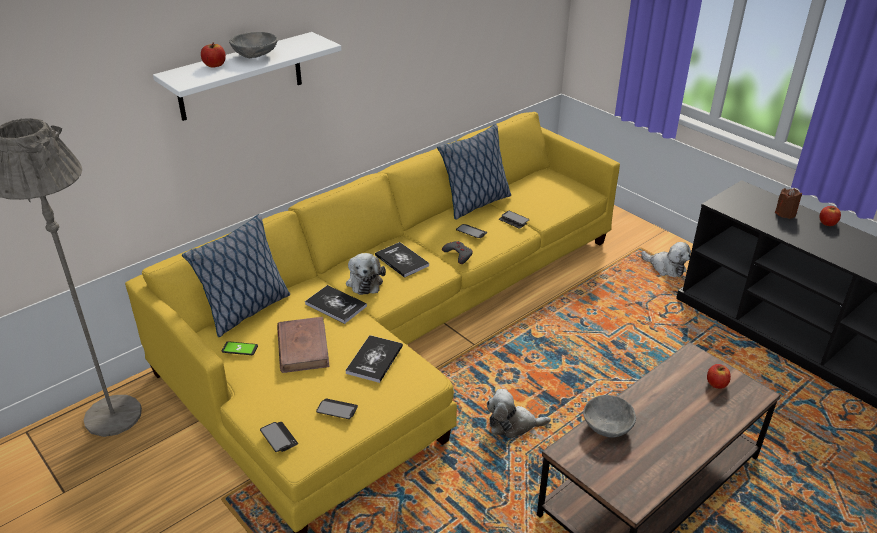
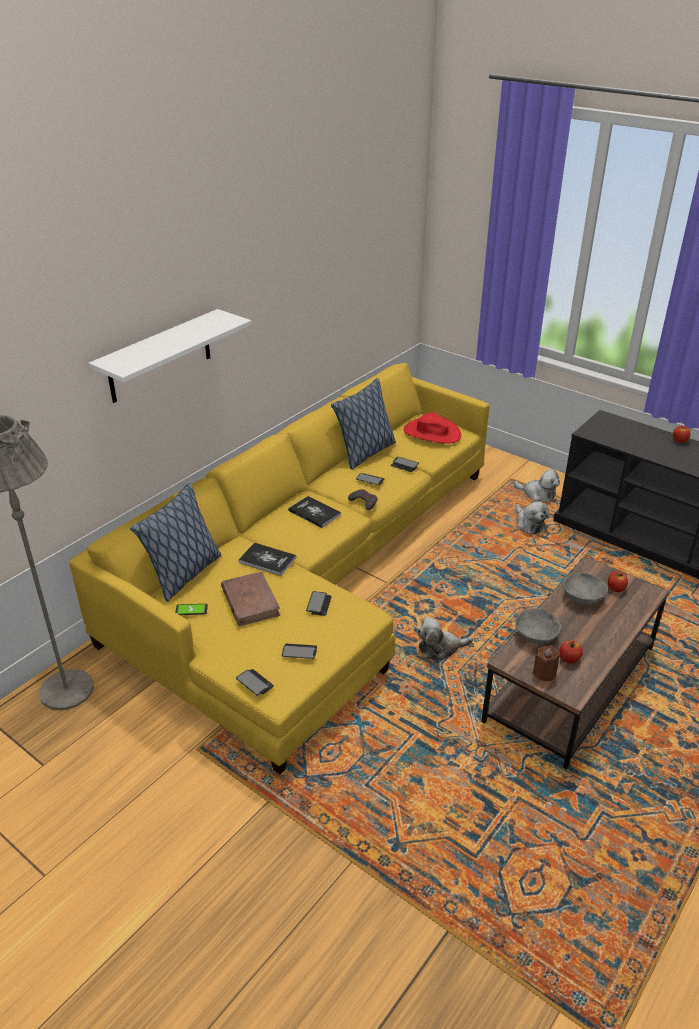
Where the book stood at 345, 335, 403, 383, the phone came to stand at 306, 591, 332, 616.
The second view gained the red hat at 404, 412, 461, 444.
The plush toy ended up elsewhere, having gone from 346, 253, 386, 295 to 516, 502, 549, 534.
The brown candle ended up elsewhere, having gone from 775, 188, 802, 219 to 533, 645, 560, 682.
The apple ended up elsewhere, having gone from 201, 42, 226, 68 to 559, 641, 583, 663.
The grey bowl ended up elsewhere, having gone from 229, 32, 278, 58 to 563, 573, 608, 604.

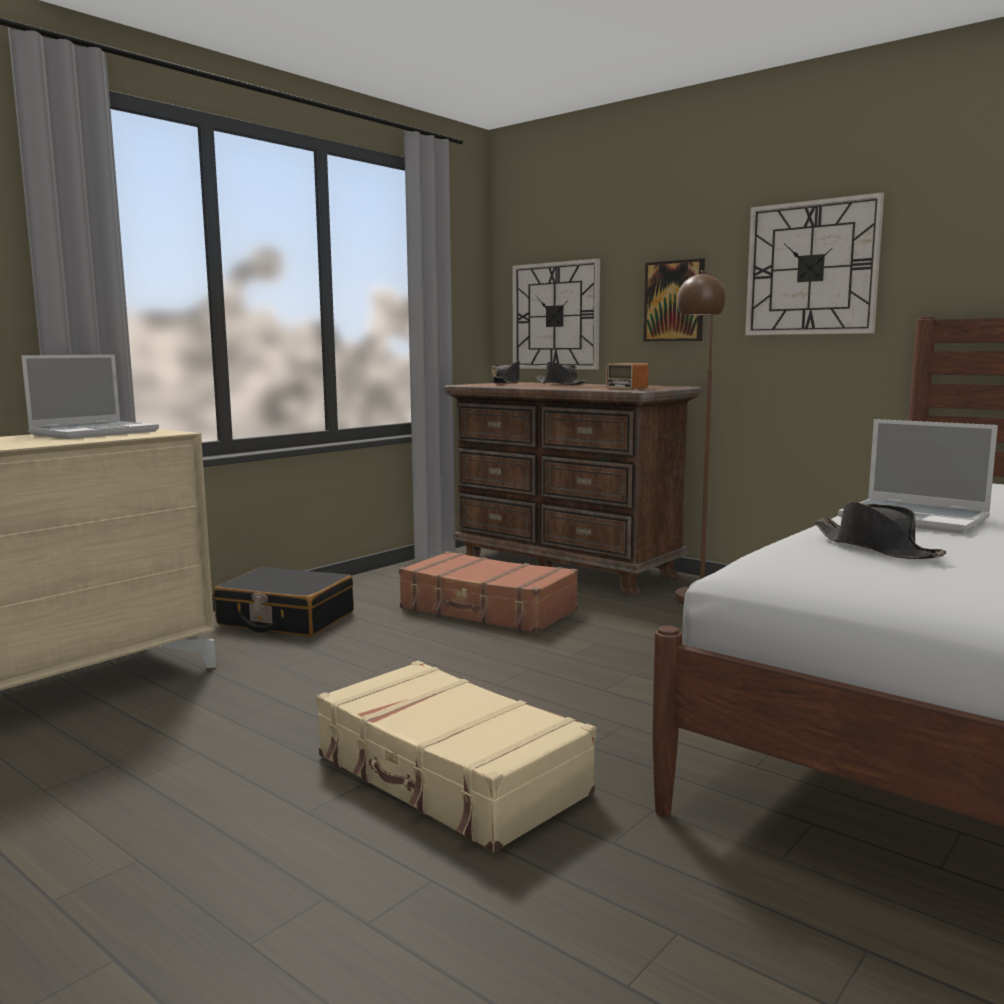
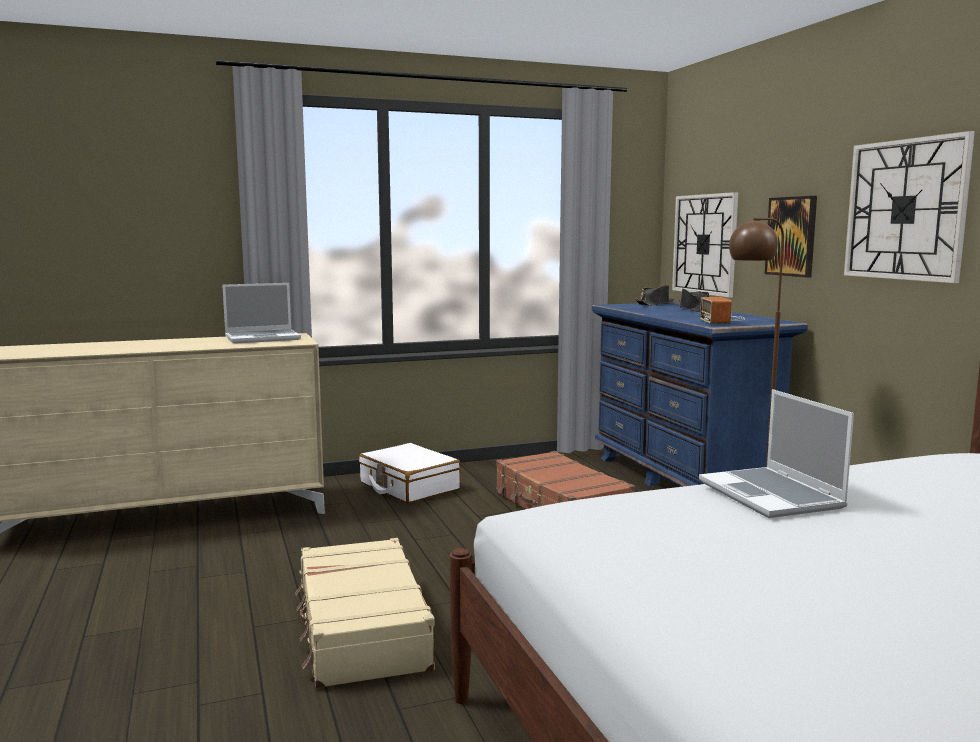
What was the black suitcase at 213, 566, 354, 637 turned into the white suitcase at 359, 443, 461, 503.
What was the brown dresser at 444, 382, 702, 595 turned into the blue dresser at 592, 303, 808, 487.
The second view lost the black hat at 814, 502, 946, 559.

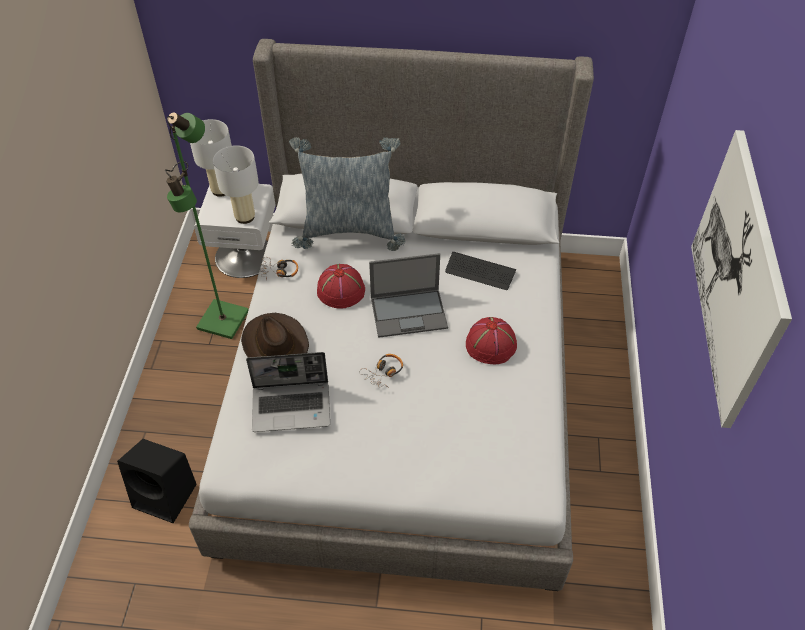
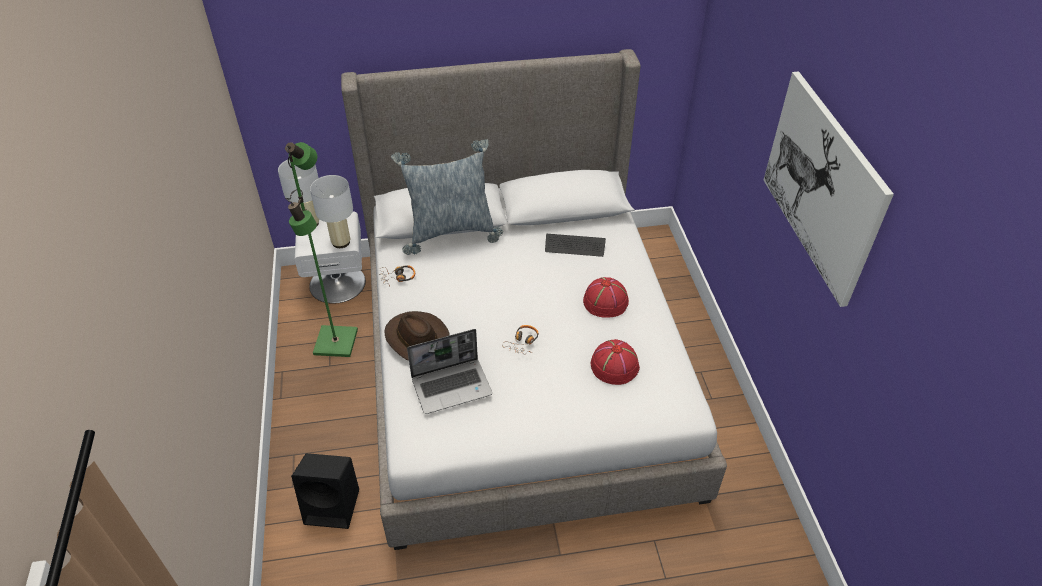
The red hat ended up elsewhere, having gone from 317, 264, 365, 309 to 591, 339, 640, 385.
The second view lost the laptop at 369, 253, 448, 338.

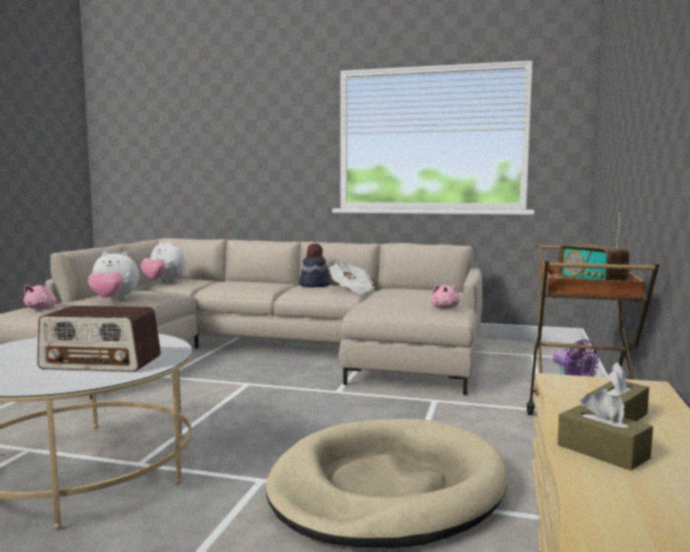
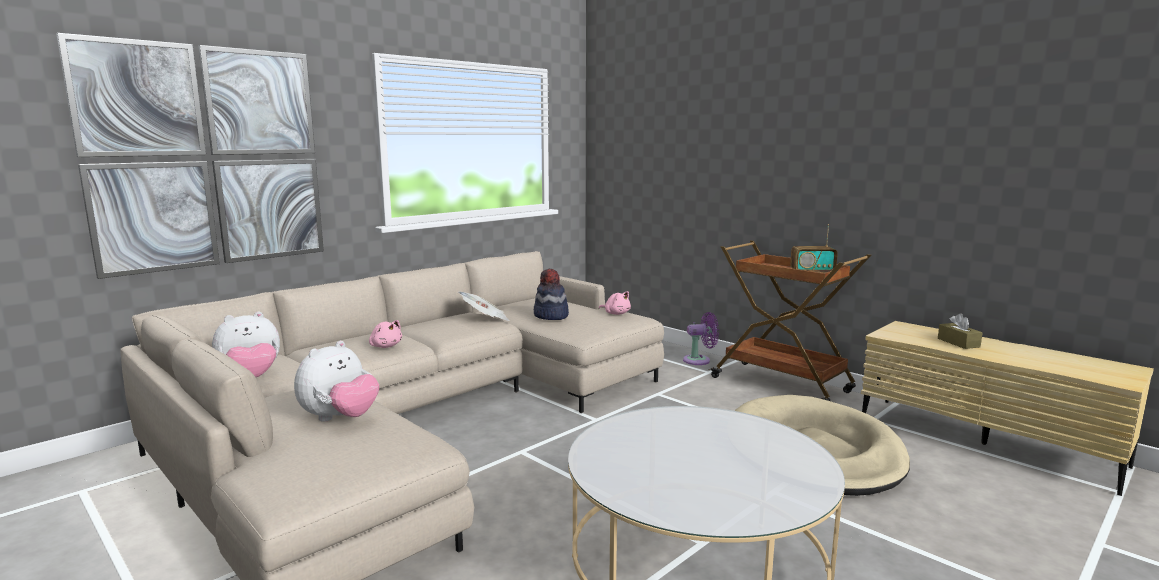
The second view gained the picture at 56, 33, 324, 279.
The pink plush toy ended up elsewhere, having gone from 24, 284, 57, 309 to 369, 320, 402, 348.
The hat ended up elsewhere, having gone from 299, 243, 330, 287 to 534, 269, 569, 320.
The second view lost the radio at 37, 306, 161, 372.
The second view lost the brown tissue box at 558, 389, 653, 470.

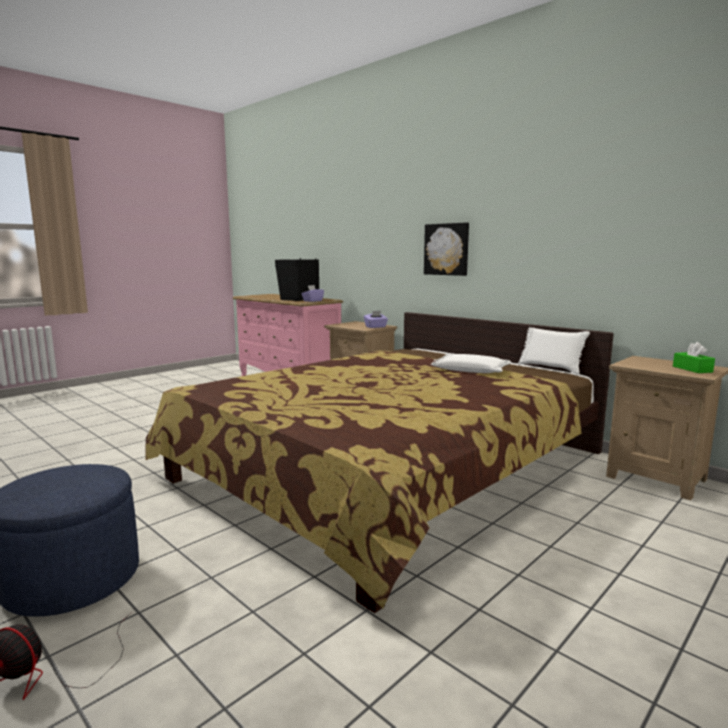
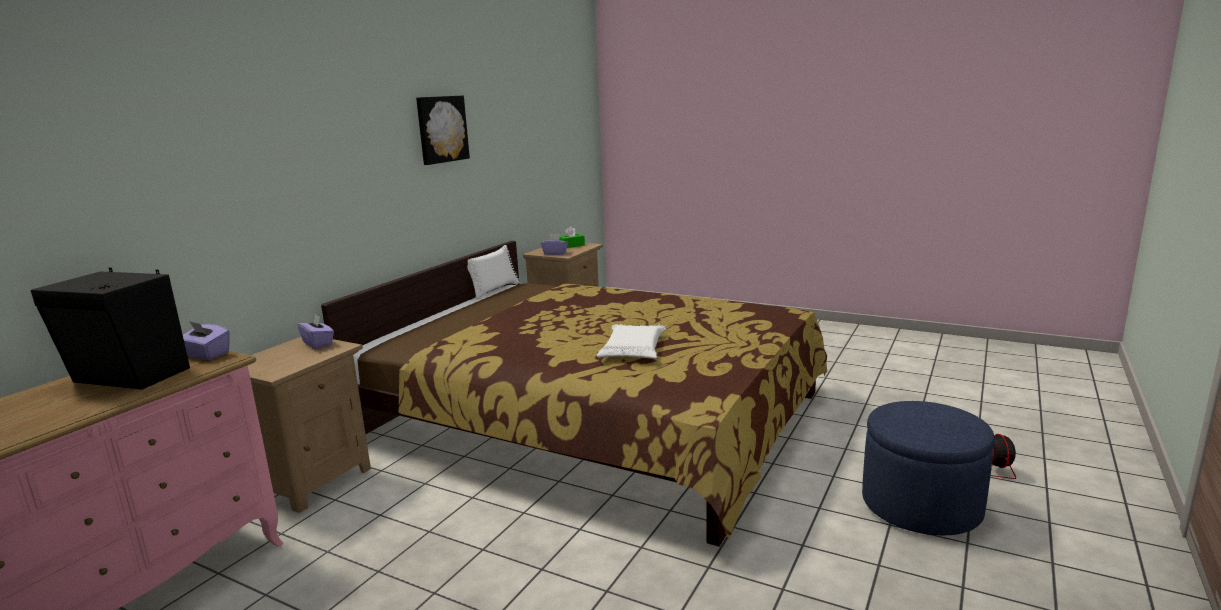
The picture ended up elsewhere, having gone from 424, 223, 469, 276 to 416, 96, 470, 165.
The second view gained the purple tissue box at 541, 234, 568, 255.
The white pillow ended up elsewhere, having gone from 431, 354, 512, 373 to 596, 324, 666, 359.

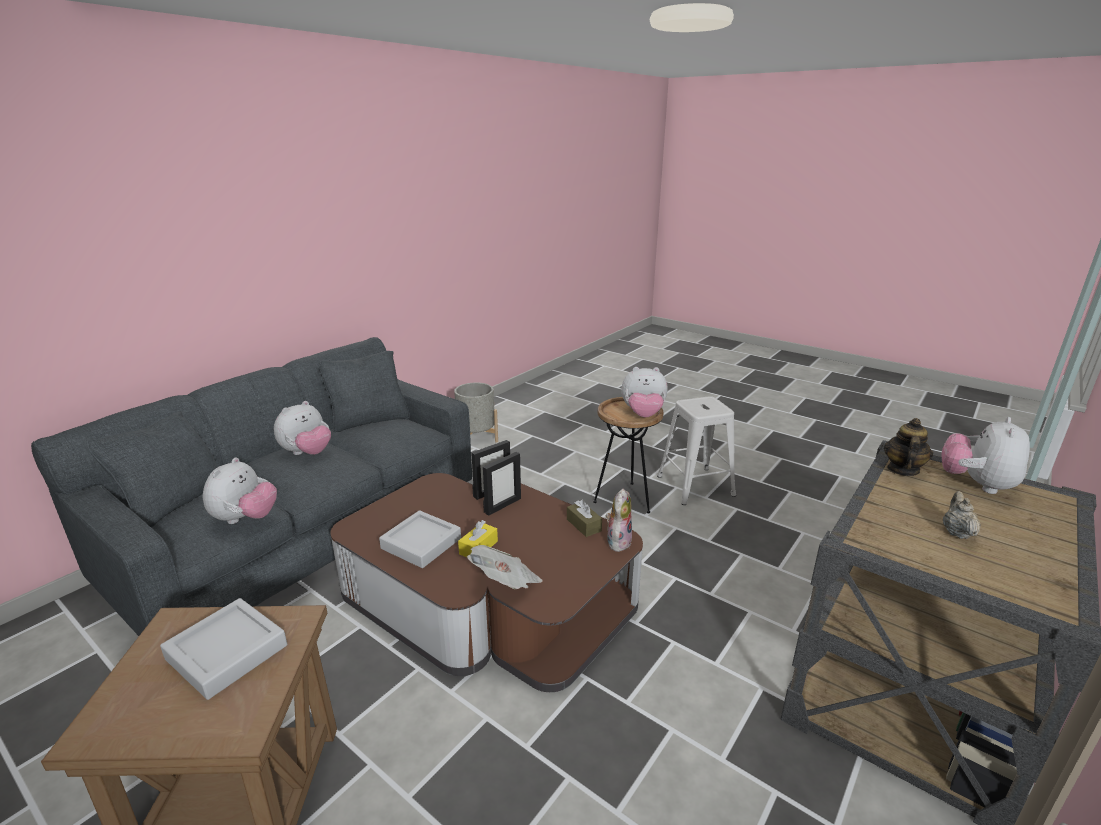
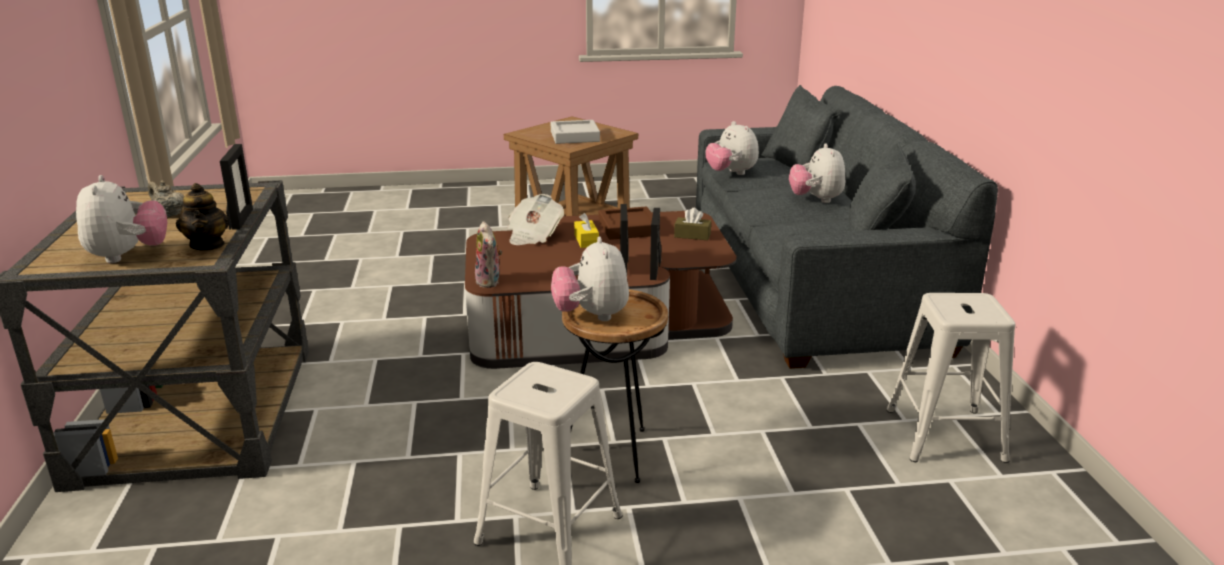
The beige teapot at 943, 491, 981, 539 ended up facing another way, 150 degrees clockwise from before.
The second view gained the picture frame at 220, 144, 253, 230.
The plush toy at 621, 367, 668, 418 ended up facing another way, 60 degrees counterclockwise from before.
What was the grey tray at 379, 510, 461, 568 turned into the brown tray at 599, 207, 653, 240.
The brown tissue box ended up elsewhere, having gone from 567, 500, 602, 537 to 674, 208, 711, 240.
Where the grey planter stood at 454, 383, 498, 443, the white stool came to stand at 886, 293, 1015, 463.

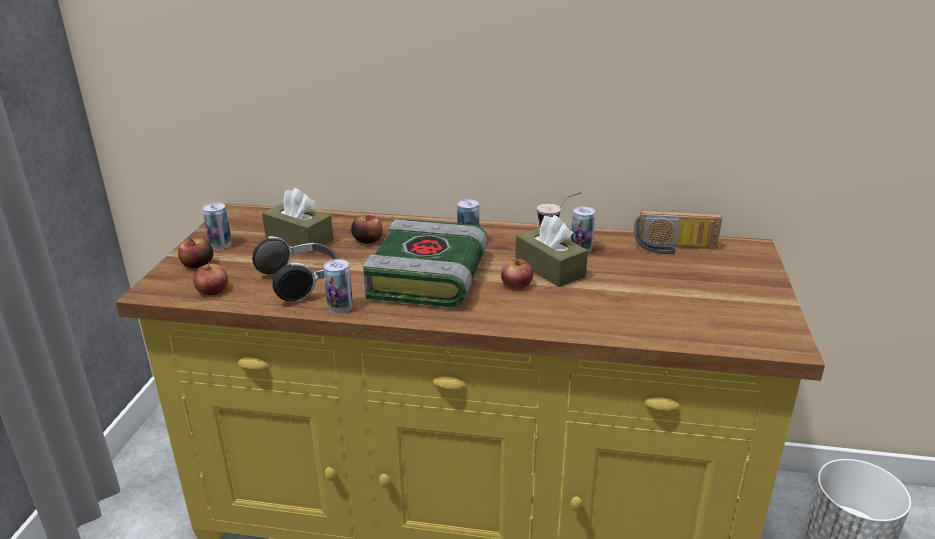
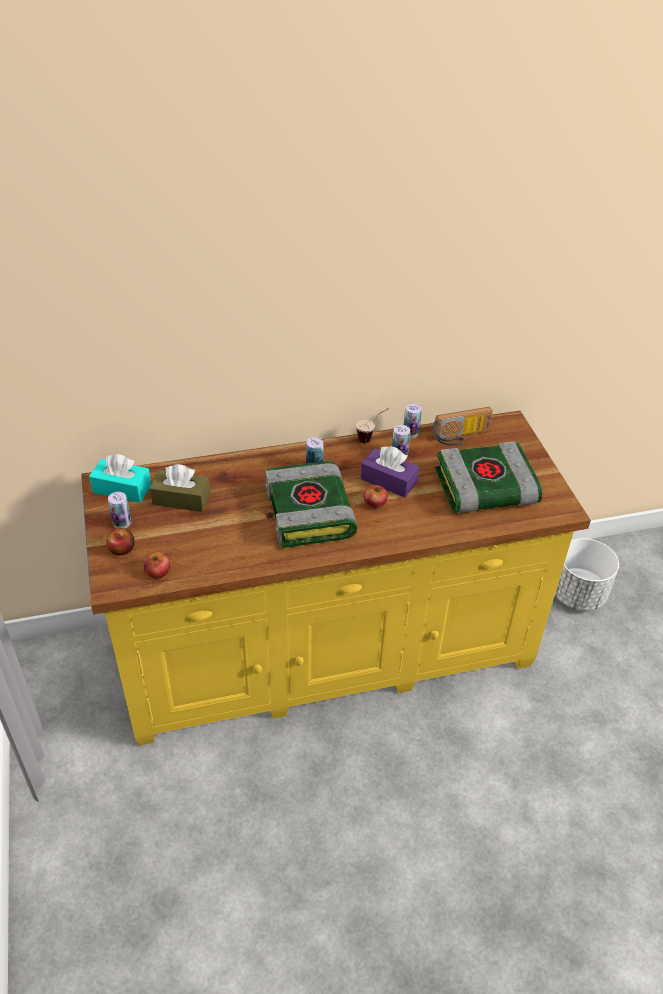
The second view gained the turquoise tissue box at 89, 454, 151, 503.
What was the brown tissue box at 515, 215, 588, 287 turned into the purple tissue box at 361, 446, 419, 498.
The can ended up elsewhere, having gone from 324, 259, 353, 314 to 404, 403, 422, 438.
The second view gained the book at 435, 441, 542, 513.
The second view lost the headphones at 252, 236, 339, 302.
The second view lost the apple at 351, 215, 383, 244.

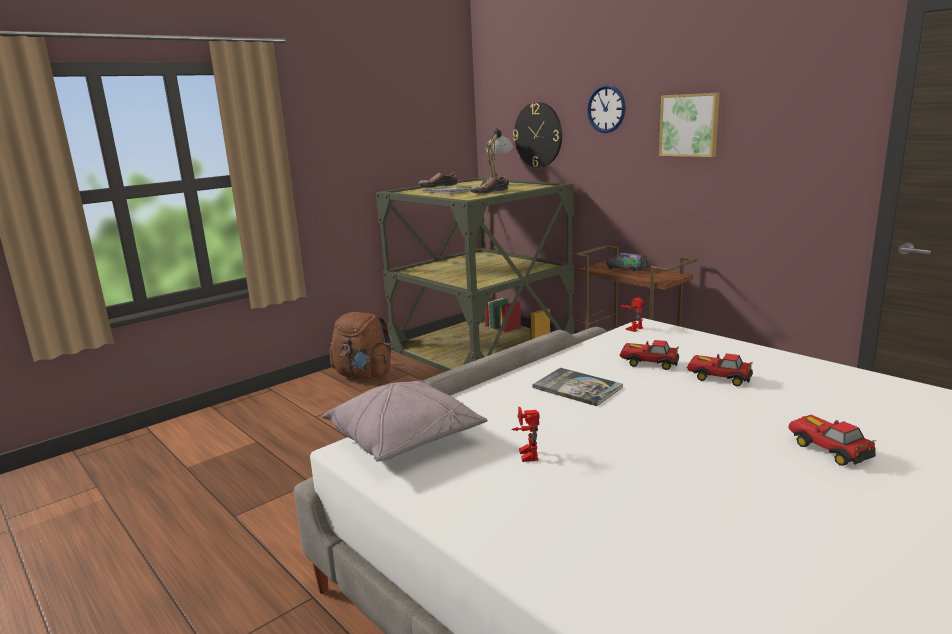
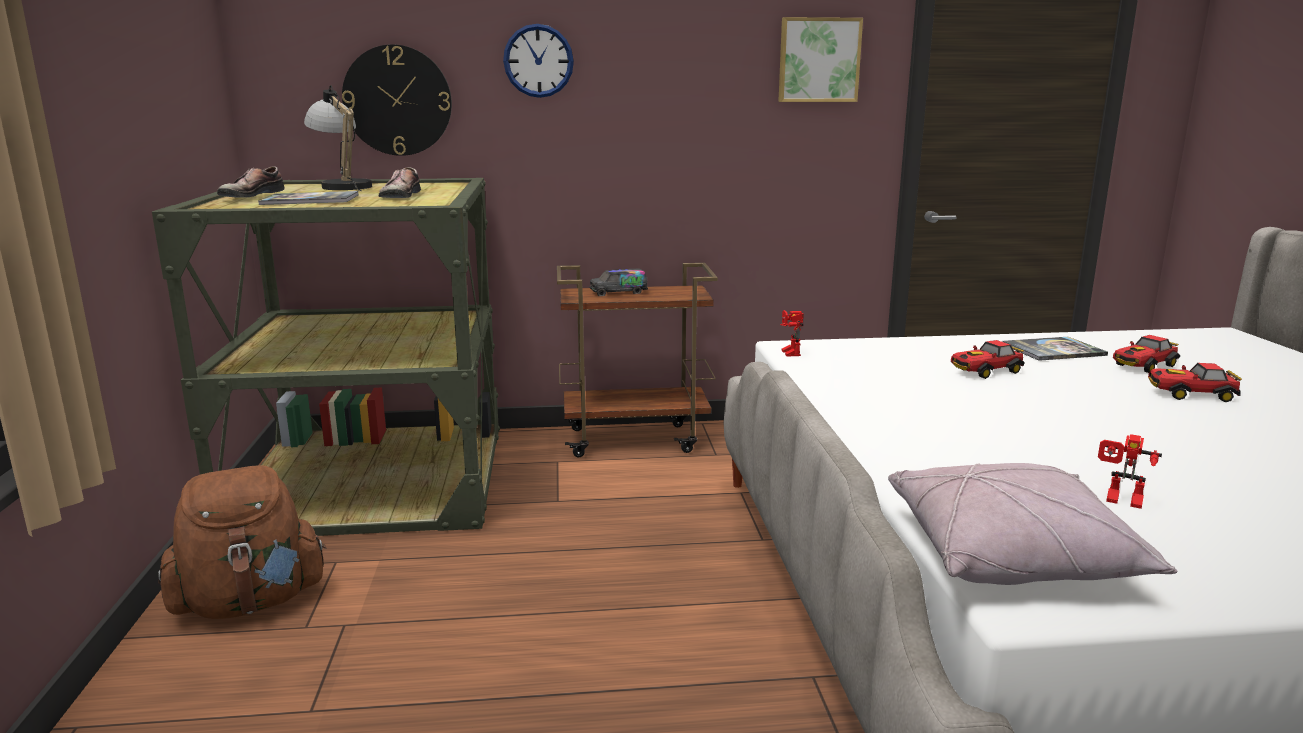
The picture ended up elsewhere, having gone from 659, 93, 720, 157 to 778, 17, 863, 102.
The book ended up elsewhere, having gone from 532, 368, 623, 406 to 1003, 337, 1108, 361.
The toy car ended up elsewhere, having gone from 619, 340, 679, 370 to 1113, 335, 1180, 373.

